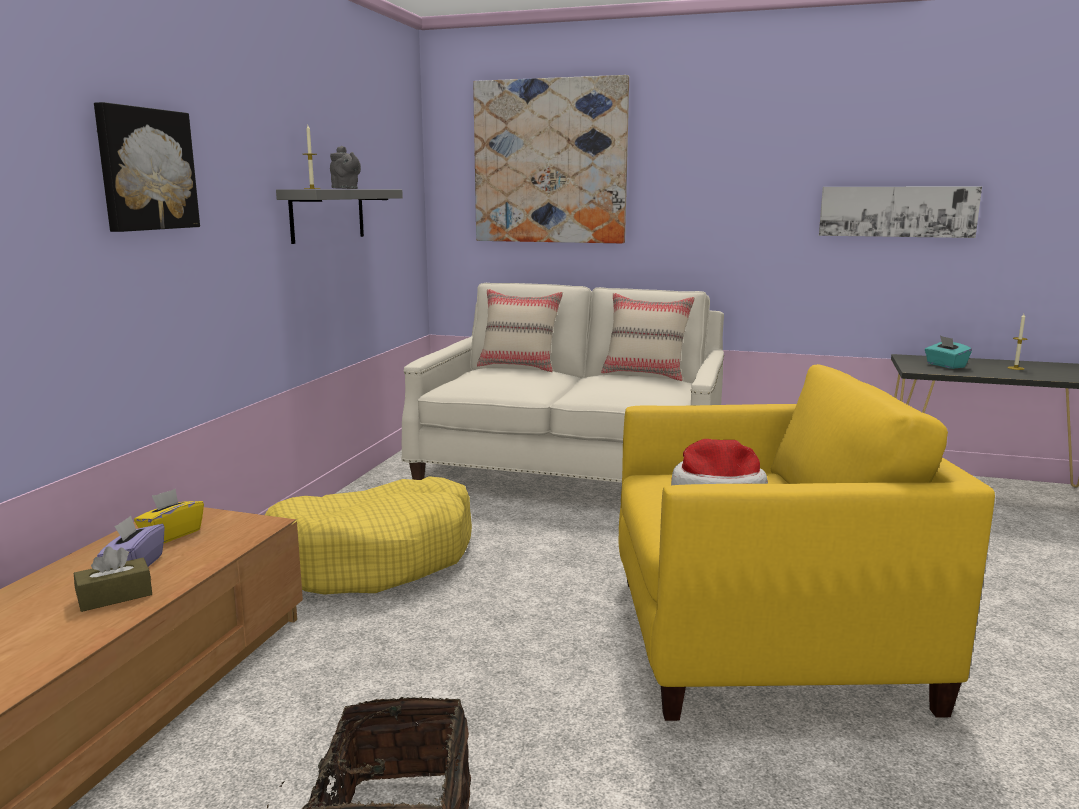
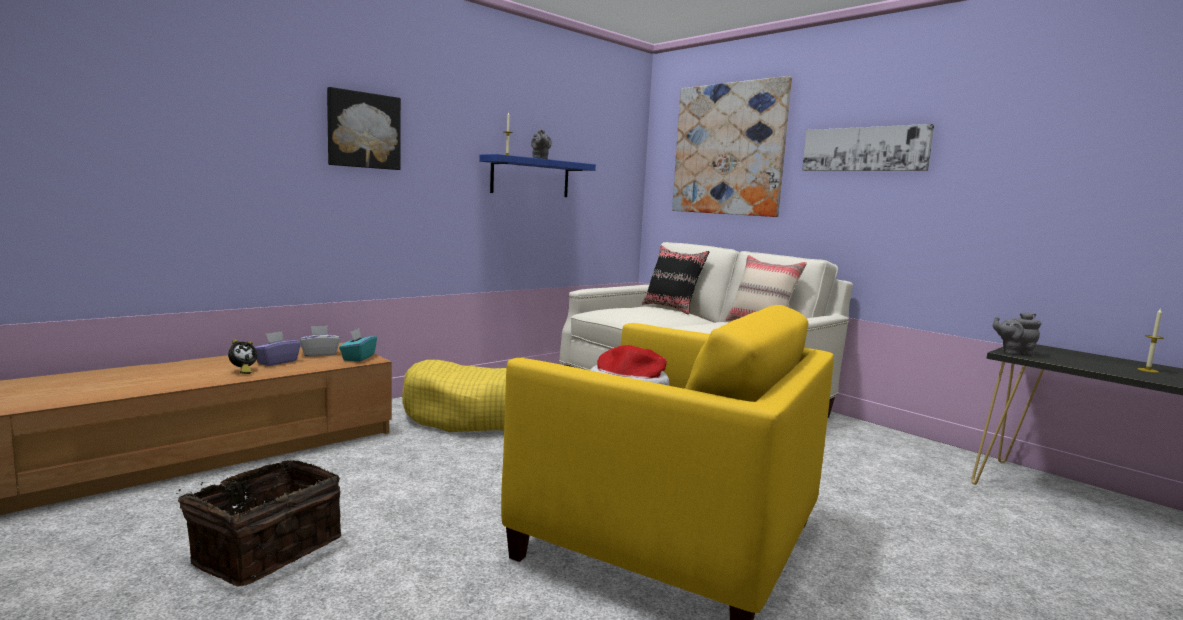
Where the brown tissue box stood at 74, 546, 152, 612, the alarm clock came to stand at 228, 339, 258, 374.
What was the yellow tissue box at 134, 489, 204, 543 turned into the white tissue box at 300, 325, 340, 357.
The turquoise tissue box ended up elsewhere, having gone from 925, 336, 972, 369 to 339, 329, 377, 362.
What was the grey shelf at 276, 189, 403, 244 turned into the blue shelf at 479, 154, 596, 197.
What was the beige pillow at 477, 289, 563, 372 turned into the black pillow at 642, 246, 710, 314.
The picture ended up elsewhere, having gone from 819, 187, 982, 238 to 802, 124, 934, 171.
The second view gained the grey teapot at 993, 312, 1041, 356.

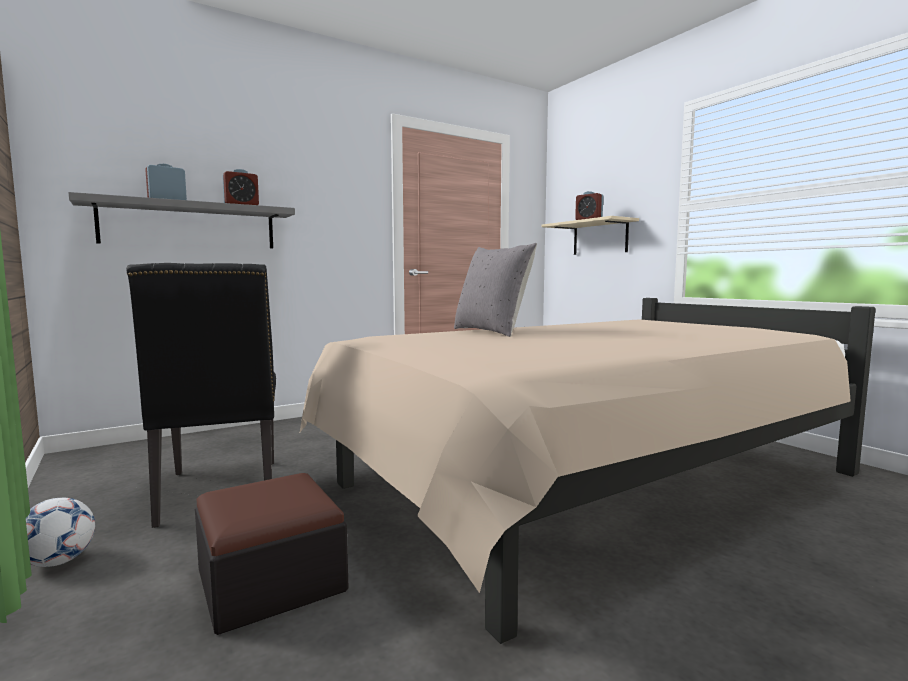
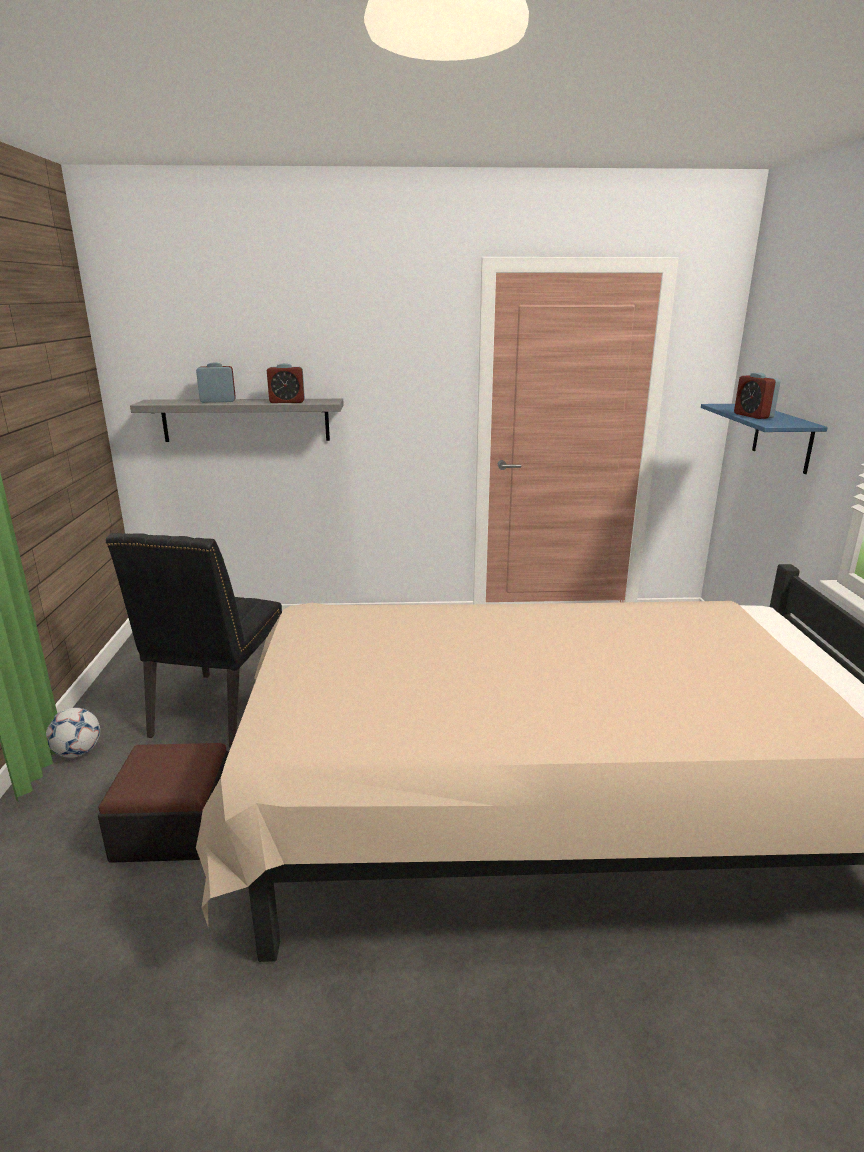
What was the beige shelf at 542, 216, 639, 255 turned into the blue shelf at 701, 404, 828, 474.
The second view lost the grey pillow at 454, 243, 537, 337.

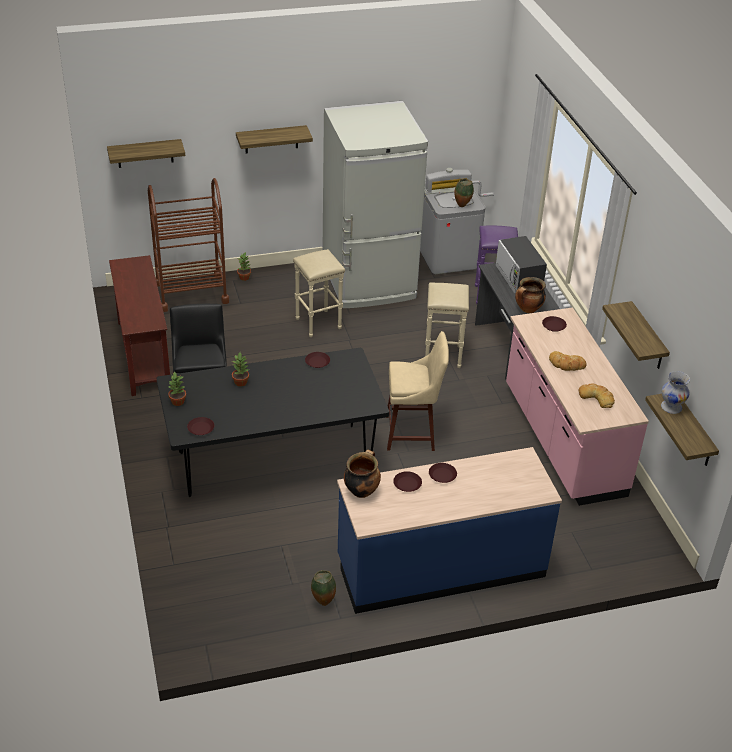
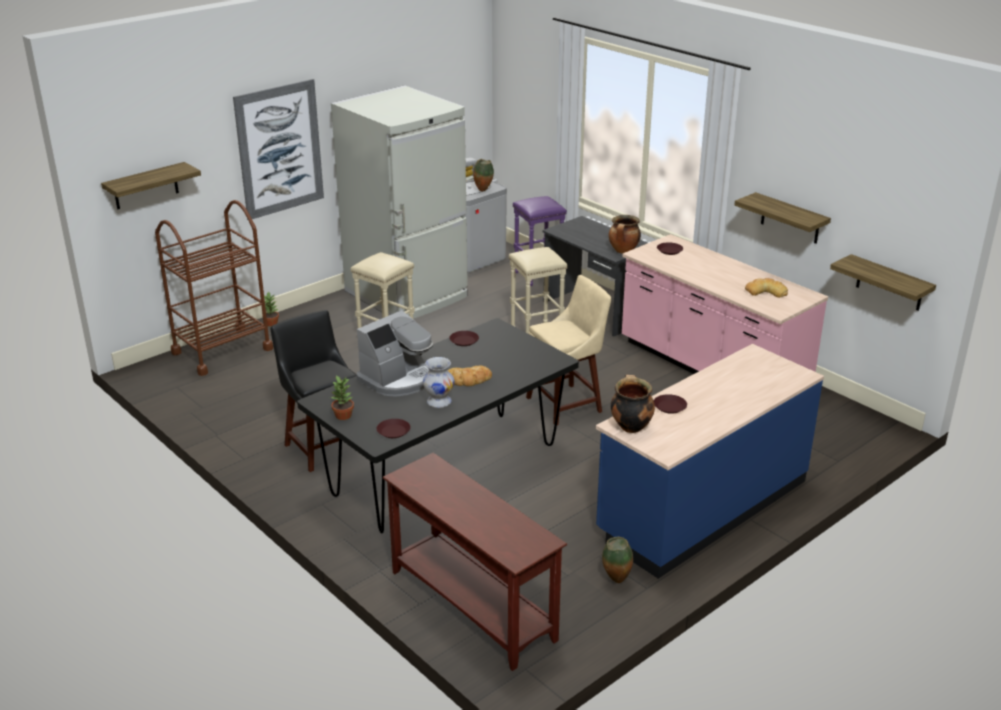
Where the shelf hung at 236, 125, 313, 154, the picture came to hang at 233, 79, 324, 220.
Where the potted plant stood at 232, 352, 250, 387, the coffee machine came to stand at 357, 310, 433, 397.
The brown console table ended up elsewhere, having gone from 109, 255, 170, 396 to 383, 453, 567, 671.
The white vase ended up elsewhere, having gone from 661, 371, 690, 414 to 423, 357, 455, 408.
The bread ended up elsewhere, having gone from 549, 351, 587, 371 to 448, 366, 492, 386.
The second view lost the brown plate at 429, 463, 457, 483.
The second view lost the microwave at 495, 236, 547, 294.

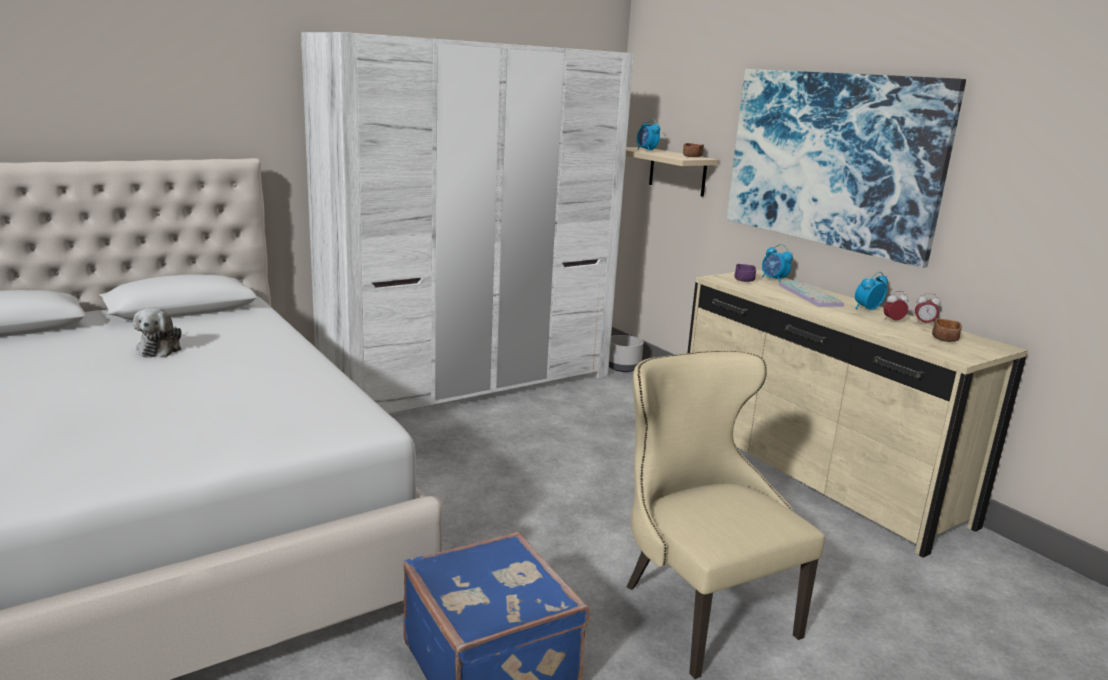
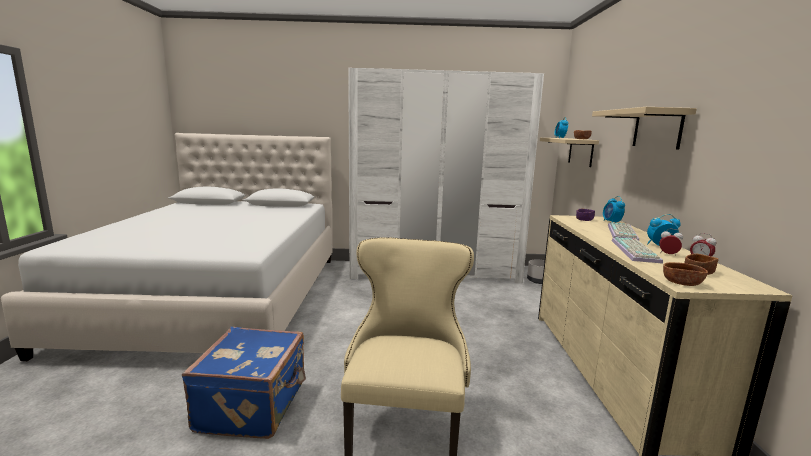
Where the picture hung at 727, 69, 966, 268, the beige shelf came to hang at 592, 107, 697, 149.
The second view gained the keyboard at 612, 237, 663, 264.
The second view gained the brown bowl at 663, 262, 708, 286.
The second view lost the plush toy at 133, 307, 182, 357.

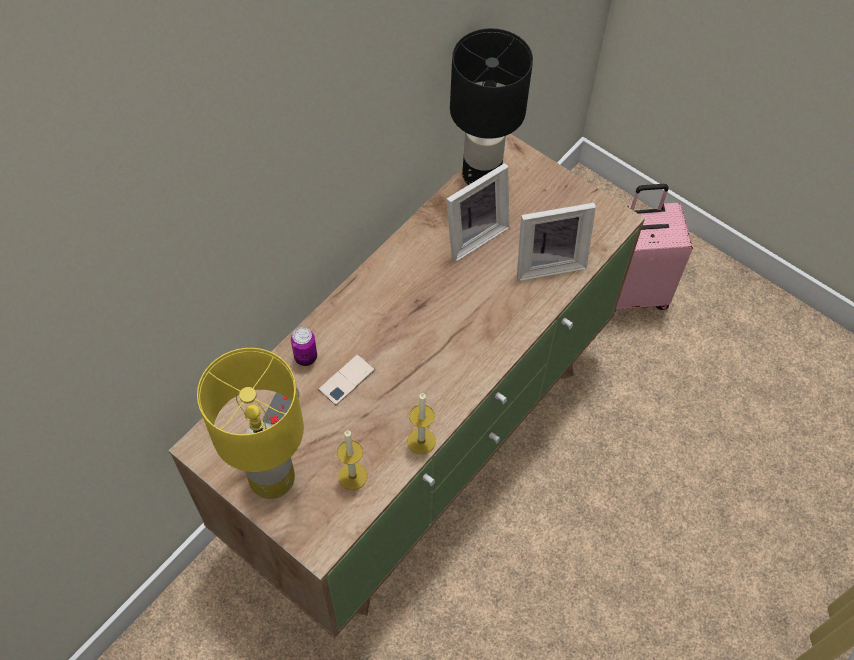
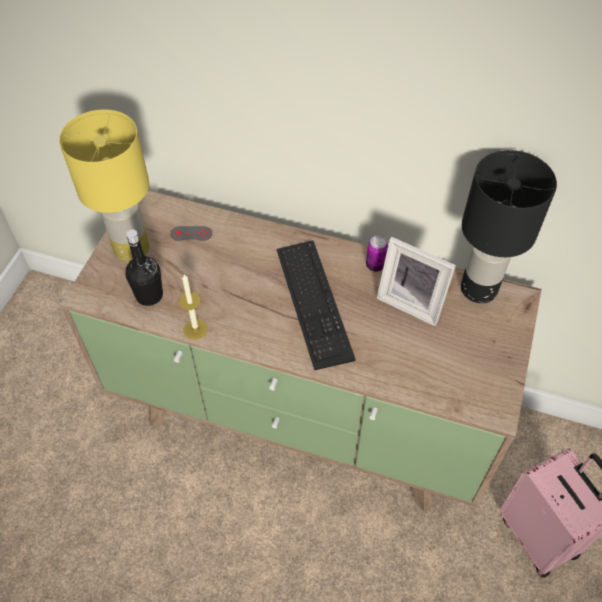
Where the candle stood at 337, 430, 367, 490, the black bottle came to stand at 125, 229, 163, 306.
The second view gained the keyboard at 276, 240, 356, 370.
The can ended up elsewhere, having gone from 291, 327, 317, 366 to 366, 236, 388, 272.
The second view lost the phone at 318, 354, 375, 405.
The second view lost the picture frame at 517, 203, 596, 281.

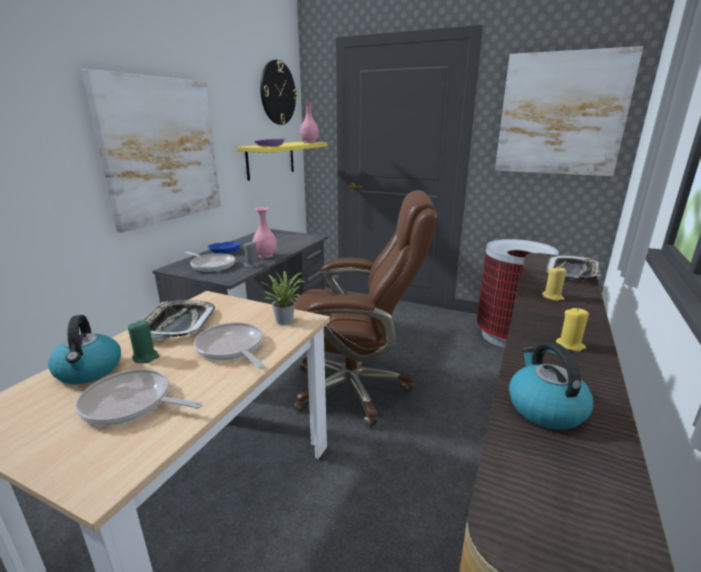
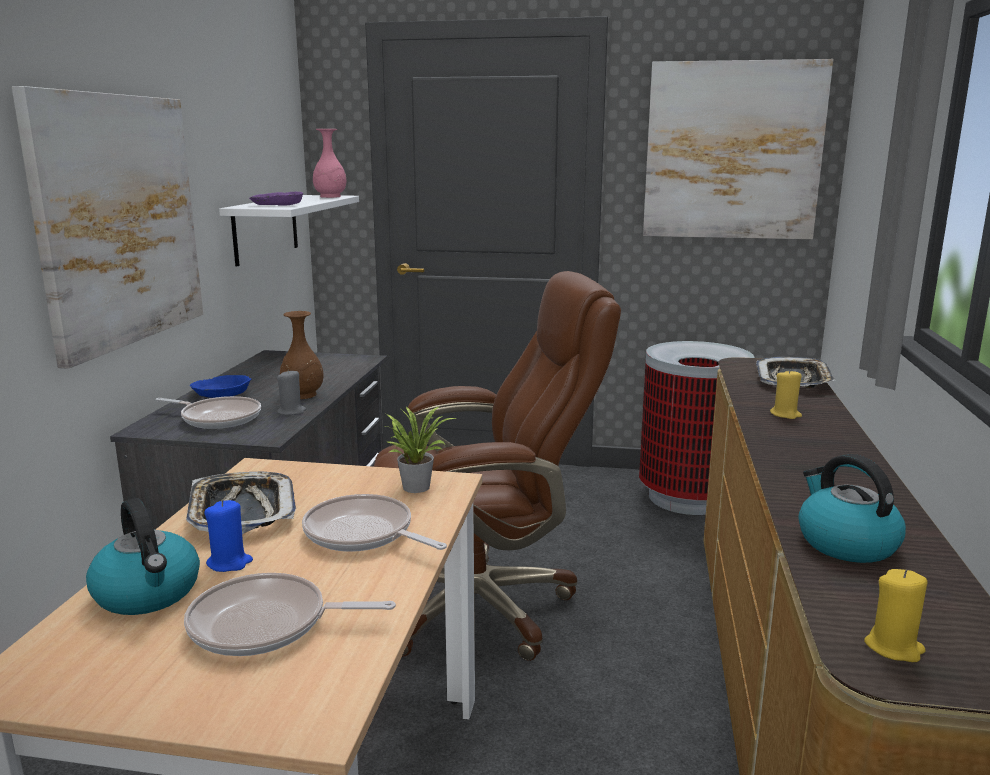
What was the green candle at 128, 320, 159, 363 turned into the blue candle at 204, 500, 253, 572.
What was the yellow shelf at 236, 142, 328, 181 turned into the white shelf at 219, 195, 359, 266.
What was the pink vase at 252, 207, 277, 258 turned into the brown vase at 280, 311, 324, 399.
The yellow candle ended up elsewhere, having gone from 556, 308, 589, 352 to 864, 569, 928, 662.
The second view lost the wall clock at 260, 60, 297, 125.

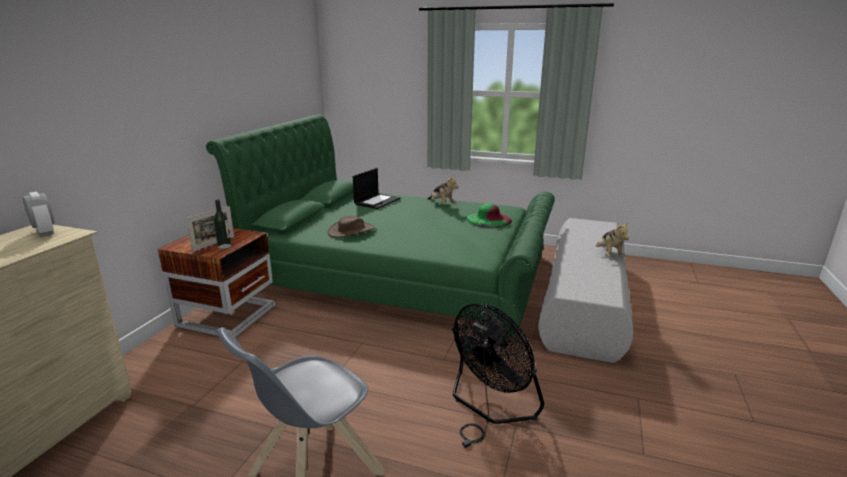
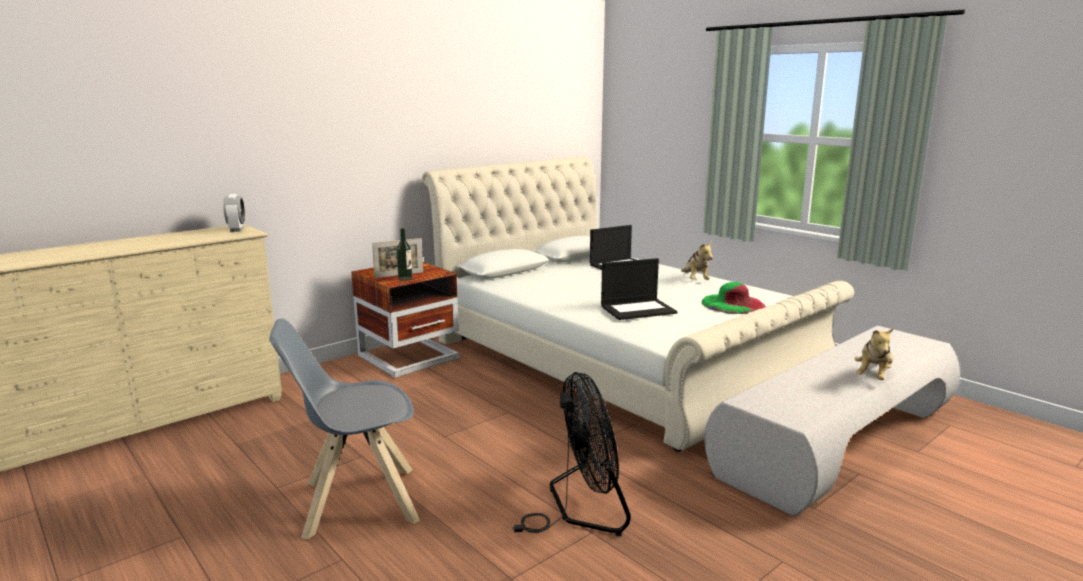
What was the green bed at 206, 114, 555, 339 turned into the beige bed at 422, 157, 854, 452.
The second view gained the laptop at 601, 258, 677, 320.
The second view lost the brown hat at 328, 215, 375, 237.

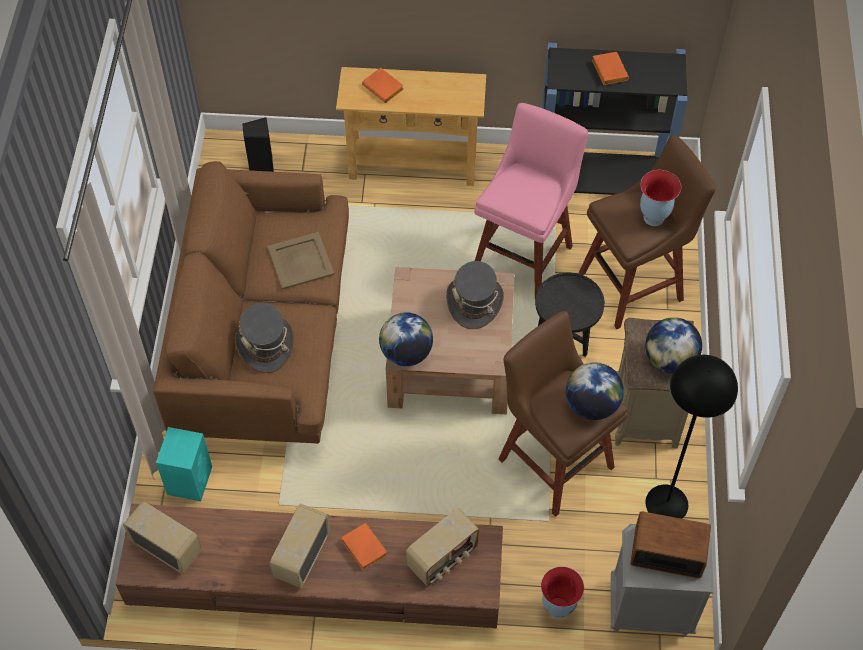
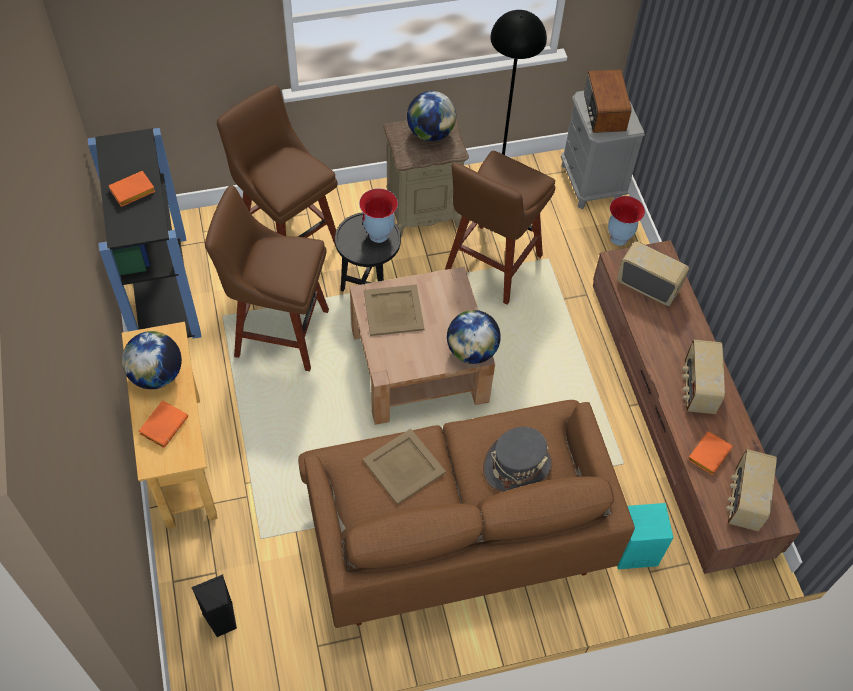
The globe ended up elsewhere, having gone from 566, 362, 624, 420 to 122, 331, 182, 389.
What was the pink stool at 474, 103, 588, 299 turned into the brown stool at 205, 185, 329, 371.
The vase ended up elsewhere, having gone from 640, 170, 681, 226 to 359, 188, 398, 243.
Where the grey hat stood at 446, 261, 504, 329, the beige tray came to stand at 364, 284, 425, 336.
The radio at 270, 503, 330, 588 ended up facing another way, 90 degrees clockwise from before.
The orange book ended up elsewhere, having gone from 341, 523, 388, 570 to 688, 431, 733, 475.

